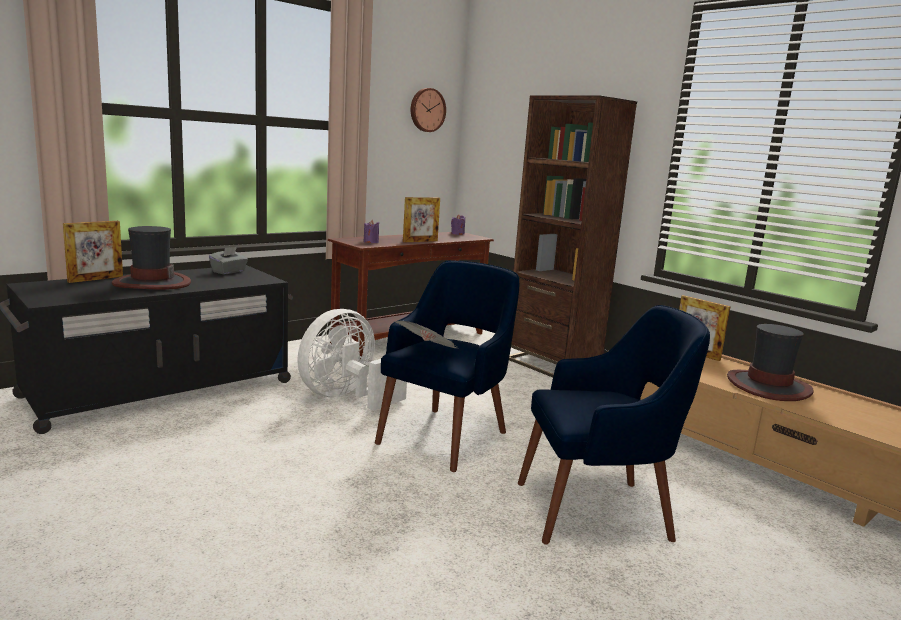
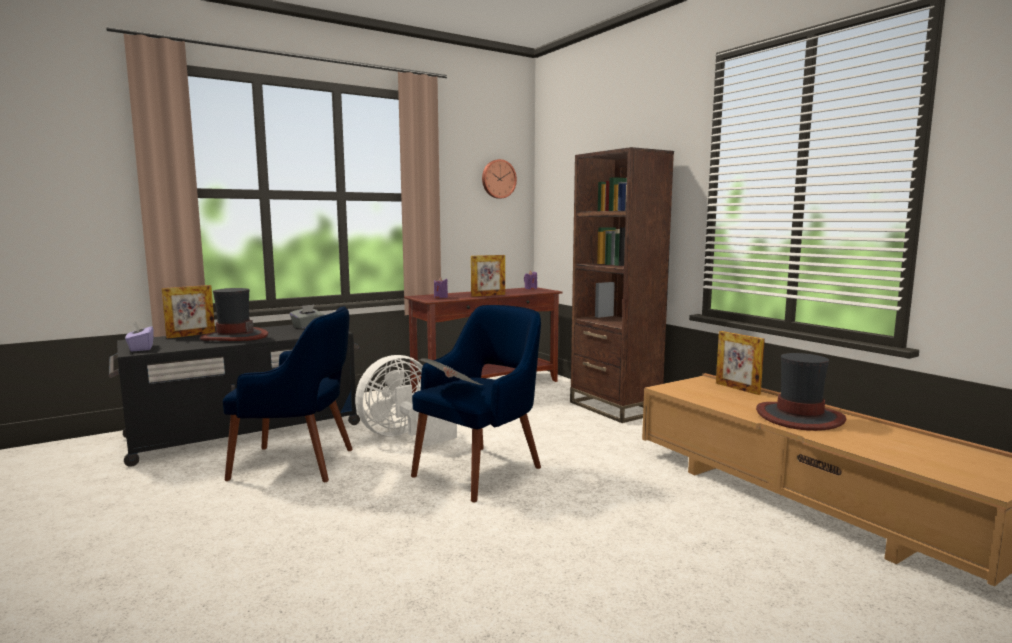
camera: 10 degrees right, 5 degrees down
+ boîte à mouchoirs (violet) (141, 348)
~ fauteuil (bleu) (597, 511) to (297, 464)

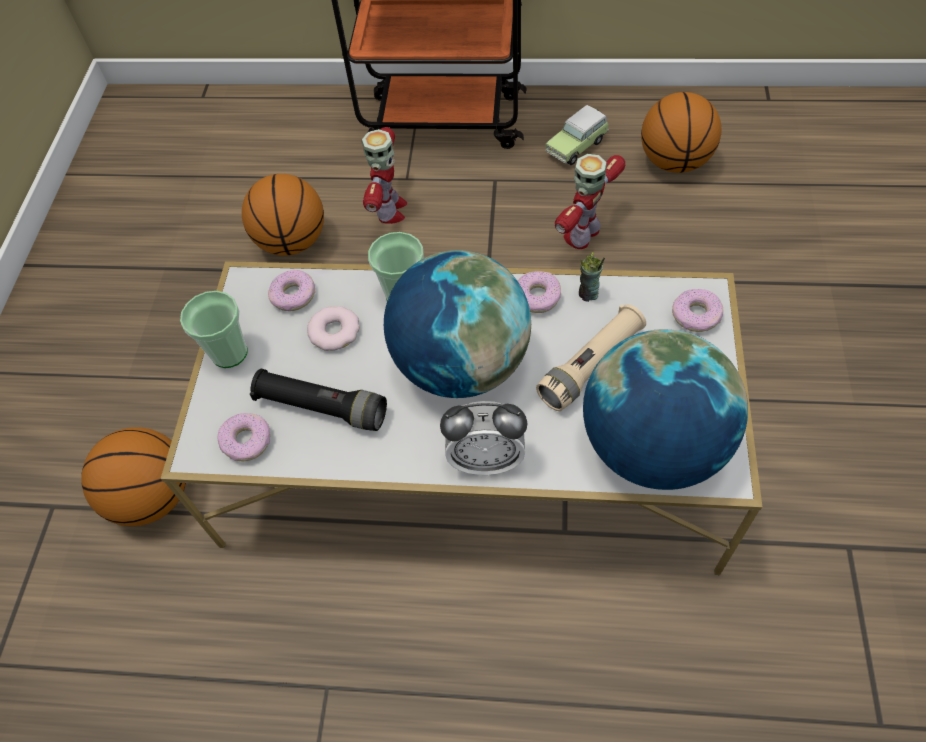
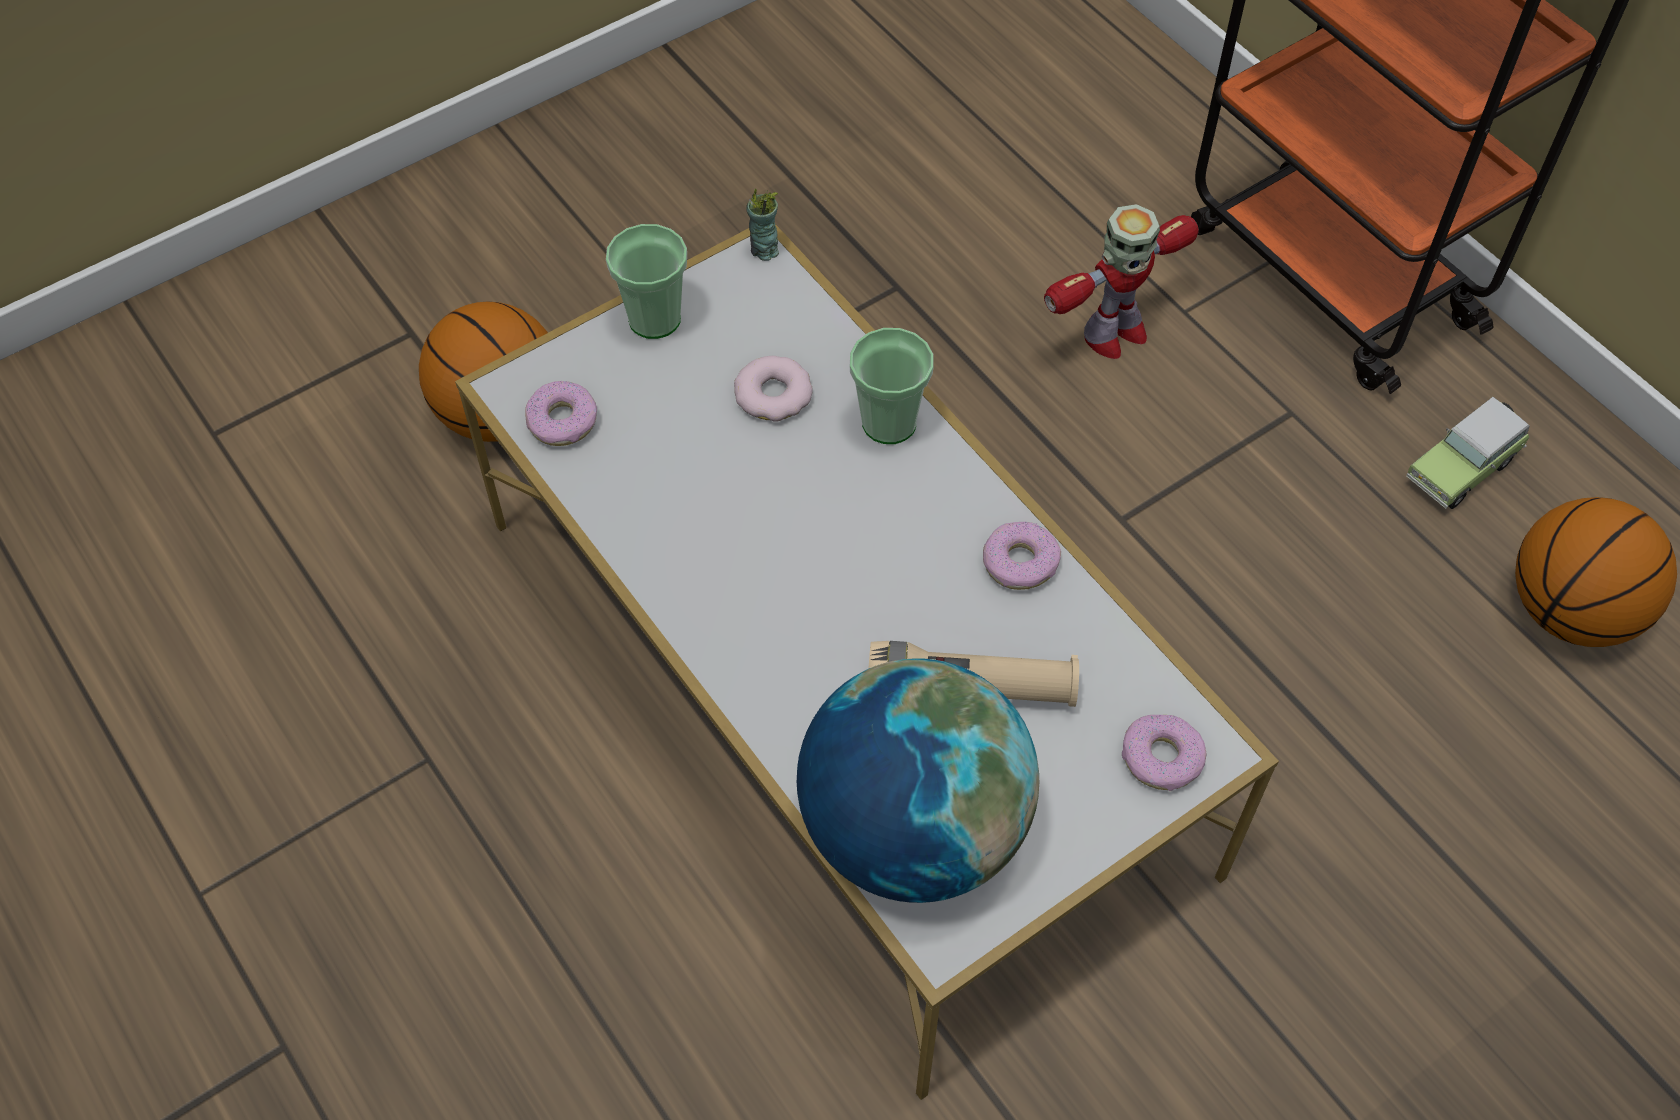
camera: 45 degrees right, 0 degrees up
~ tasse (588, 294) to (764, 250)
~ petite voiture (577, 146) = (1463, 468) 45 degrees counterclockwise
- ballon de basket (292, 241)
- lampe de poche (noir) (322, 407)
- beignet (294, 295)
- globe (461, 364)
- réveil (486, 459)
- robot jouet (583, 234)

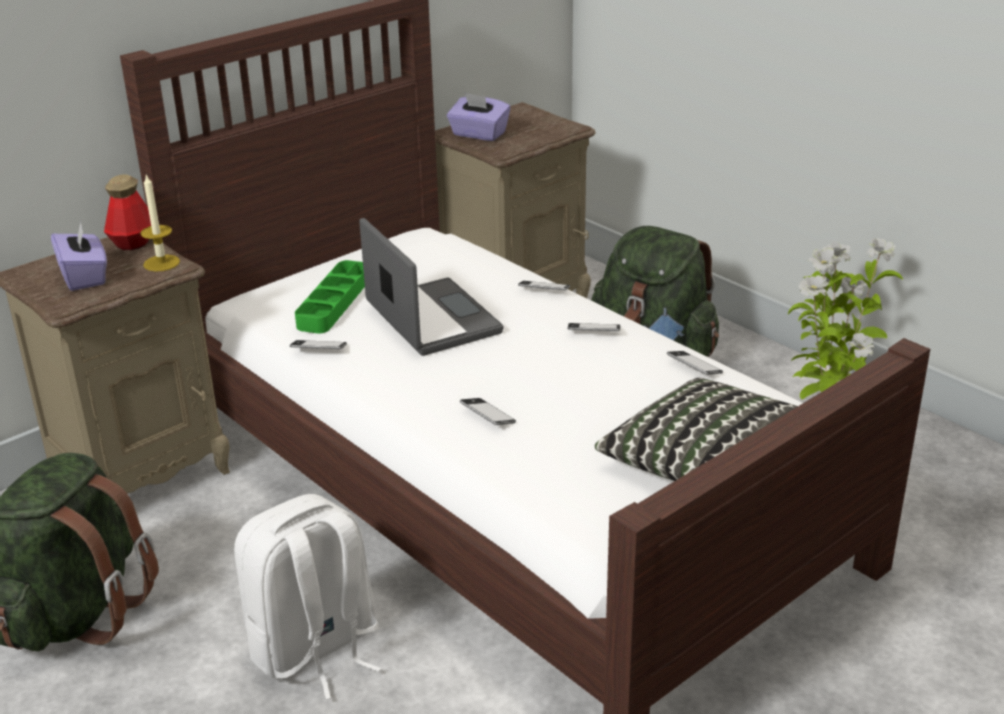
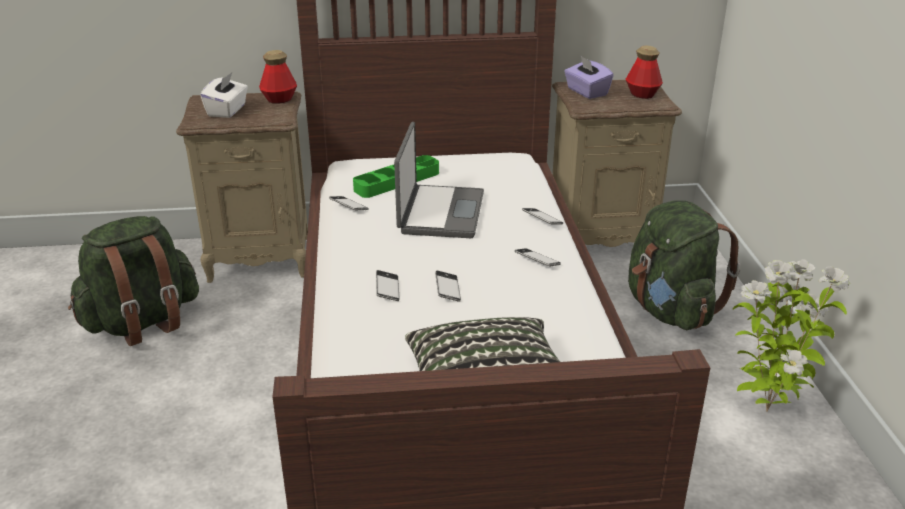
camera: 35 degrees right, 0 degrees up
~ boîte à mouchoirs (violet) (84, 277) to boîte à mouchoirs (blanc) (227, 110)
~ téléphone (694, 367) to (447, 289)
+ bouteille (642, 94)
- bougie (161, 263)
- sac à dos (blanc) (315, 650)

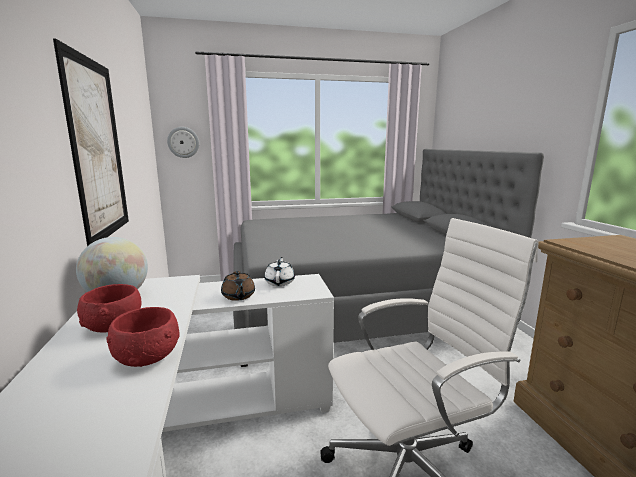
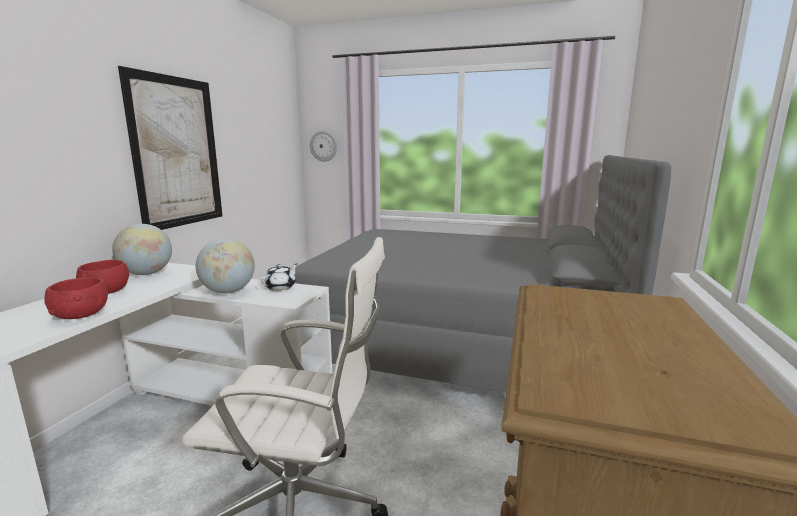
camera: 30 degrees right, 0 degrees up
~ théière (marron) (238, 296) to globe (228, 291)

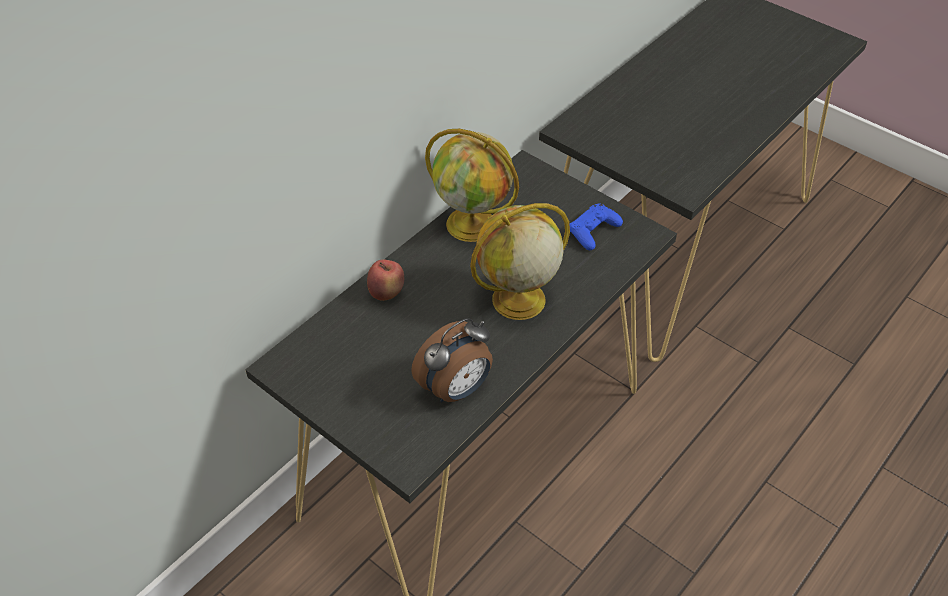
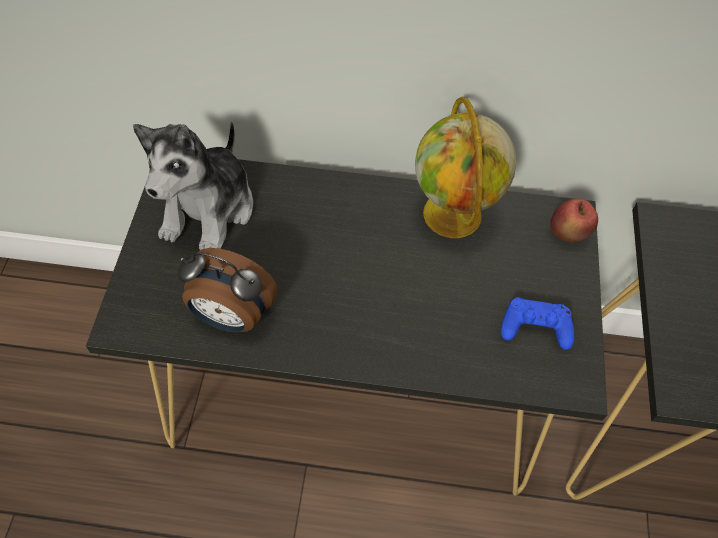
camera: 55 degrees right, 10 degrees up
+ peluche (209, 210)
~ pomme (386, 293) to (567, 234)
- globe (517, 300)

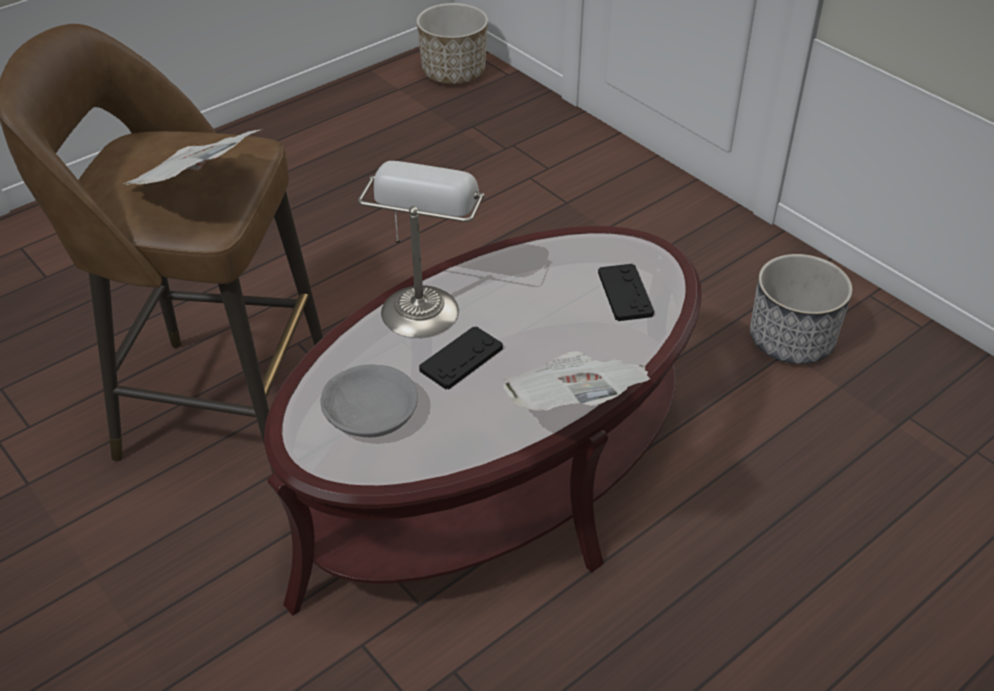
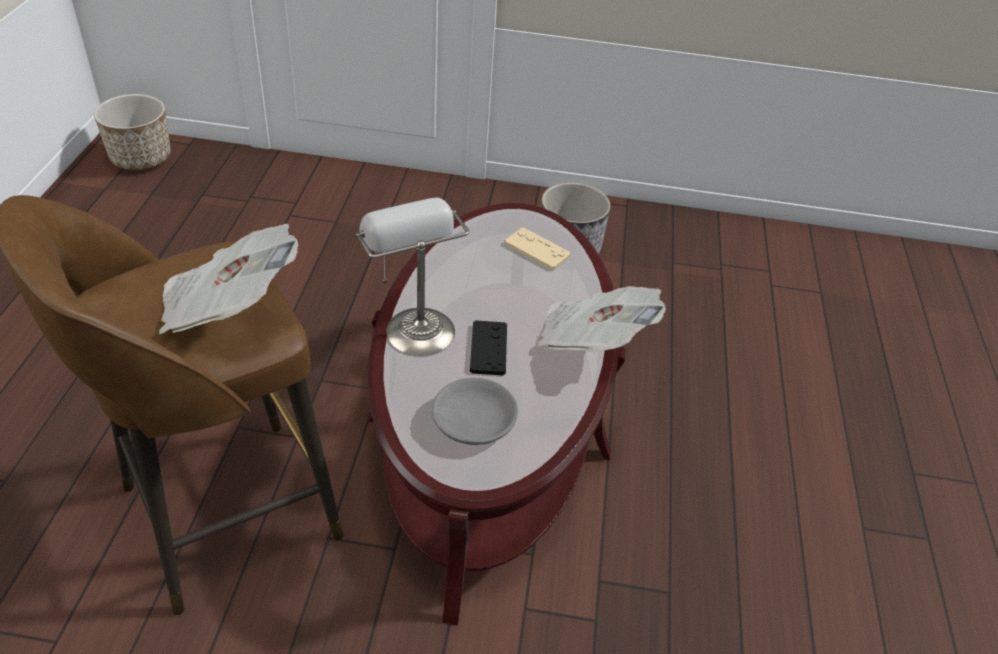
camera: 45 degrees left, 0 degrees up
~ manette (noir) (625, 293) to manette (beige) (537, 250)

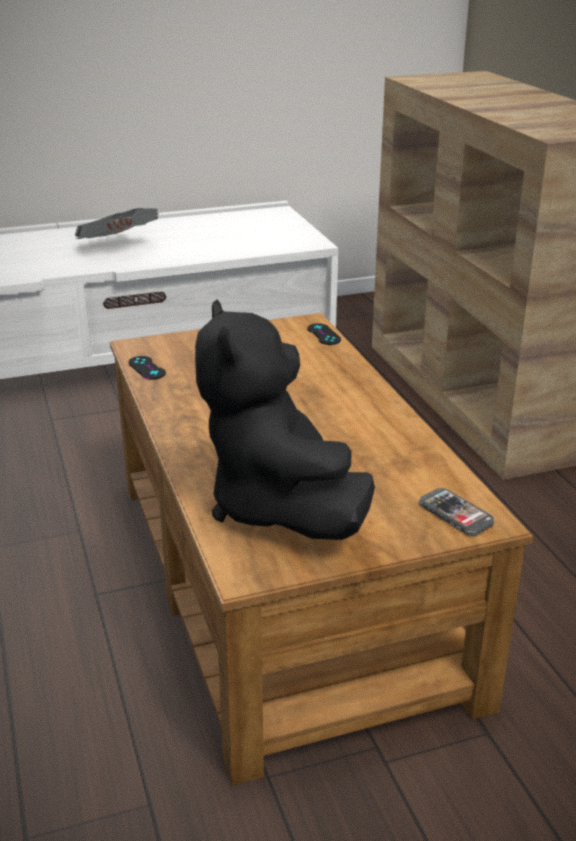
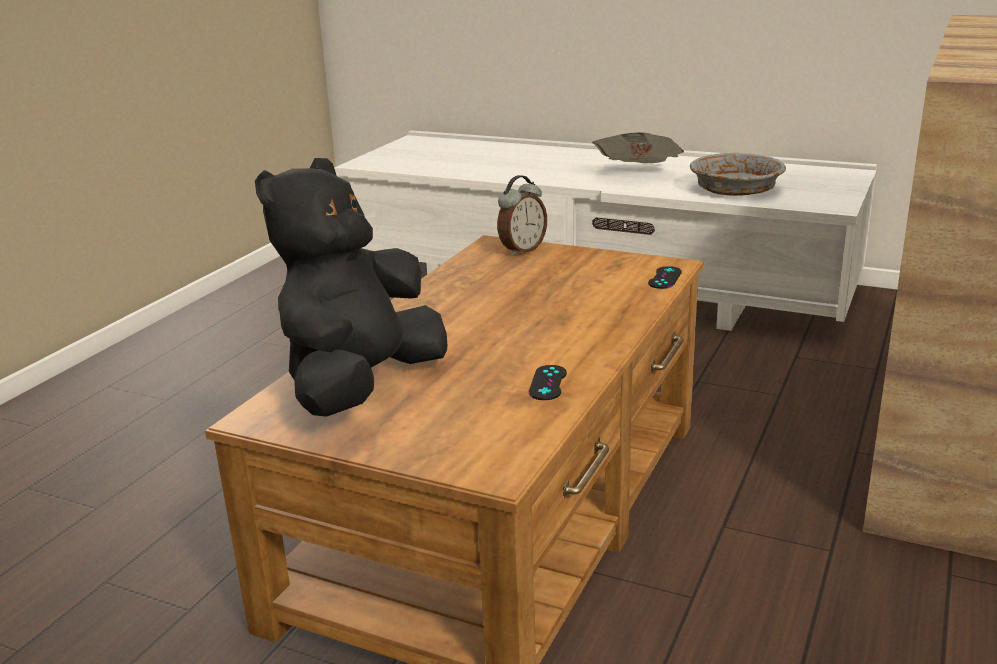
camera: 45 degrees right, 5 degrees down
+ réveil (521, 250)
~ manette (noir) (147, 368) to (548, 383)
+ bol (gris) (735, 189)
- téléphone (455, 514)

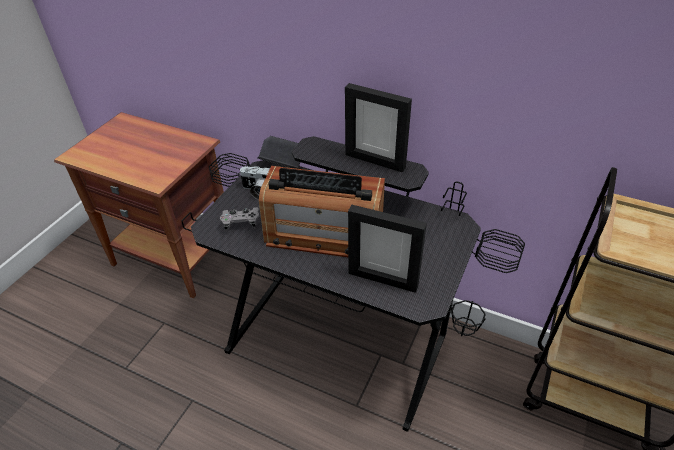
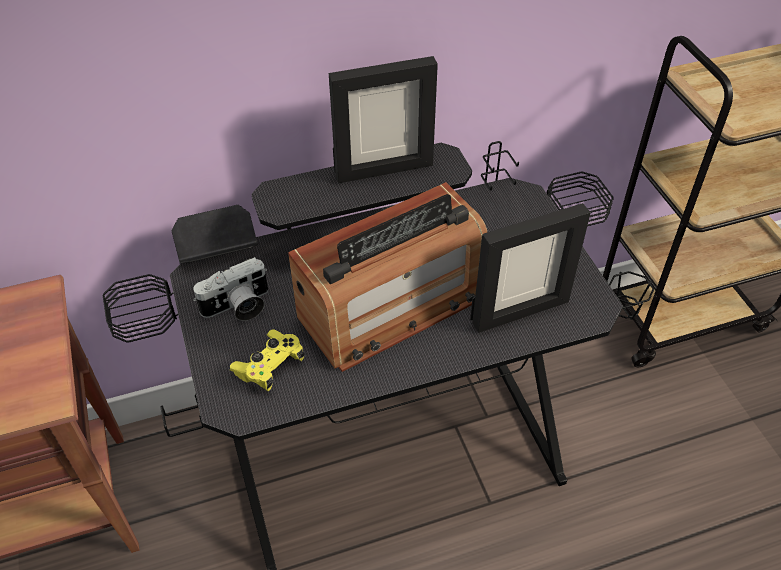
camera: 45 degrees left, 5 degrees up
~ manette (gris) (241, 223) to manette (jaune) (270, 367)

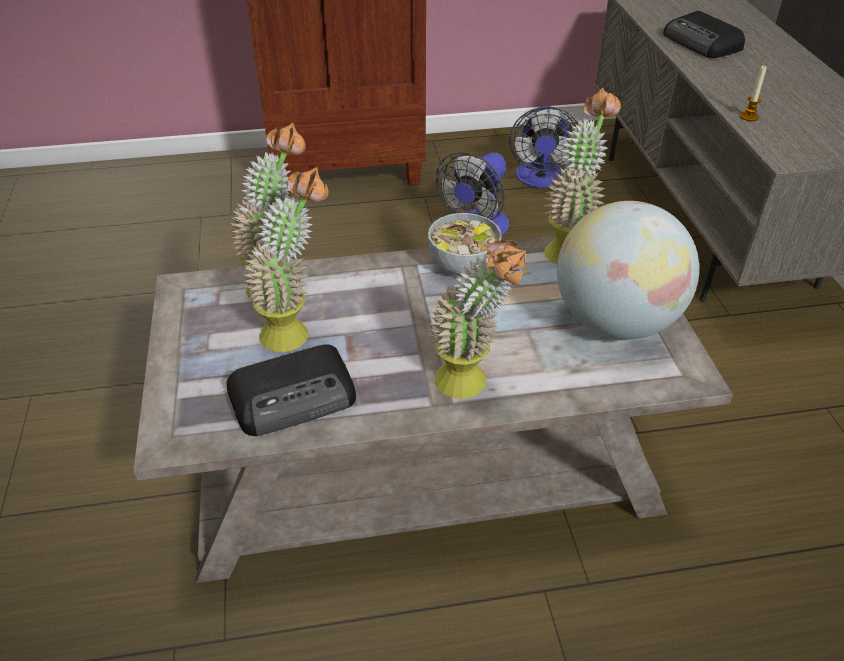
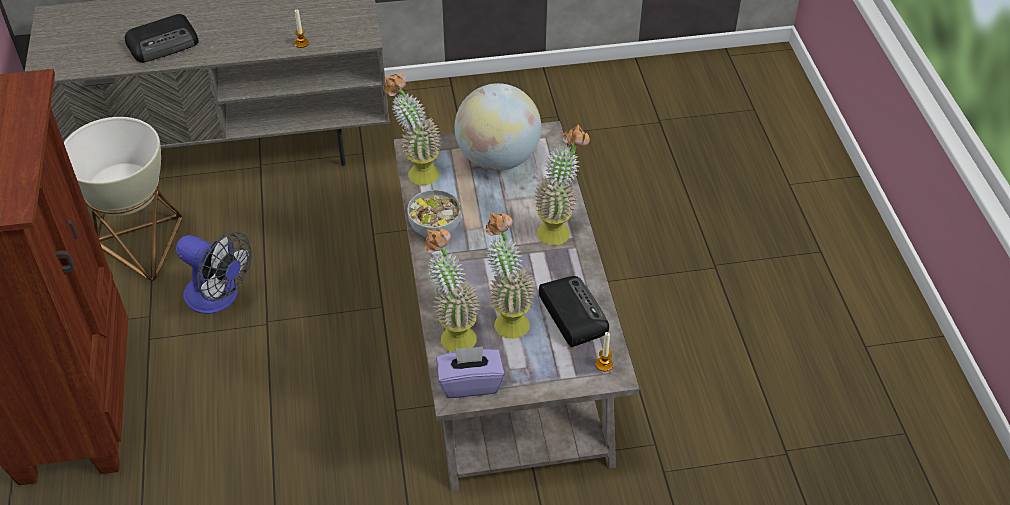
camera: 90 degrees left, 5 degrees up
~ ventilateur (540, 179) to cache-pot (141, 245)
+ boîte à mouchoirs (violet) (470, 383)
+ bougie (604, 364)

